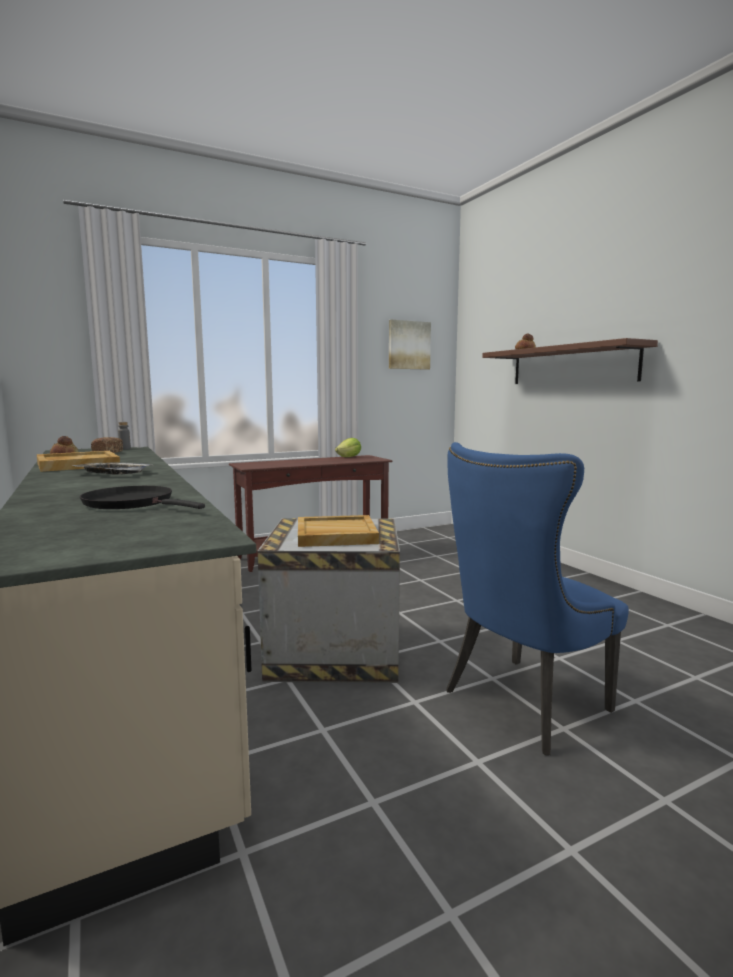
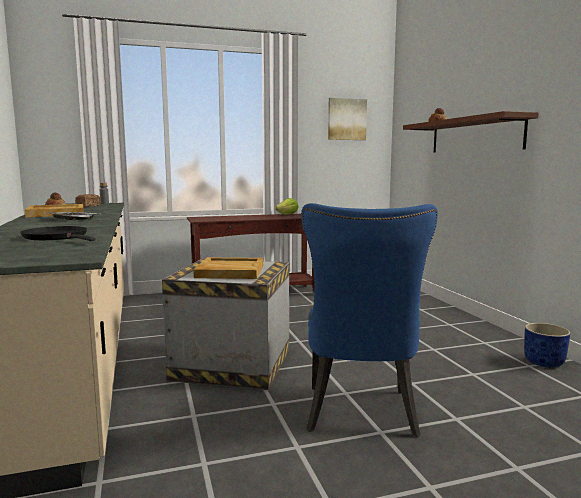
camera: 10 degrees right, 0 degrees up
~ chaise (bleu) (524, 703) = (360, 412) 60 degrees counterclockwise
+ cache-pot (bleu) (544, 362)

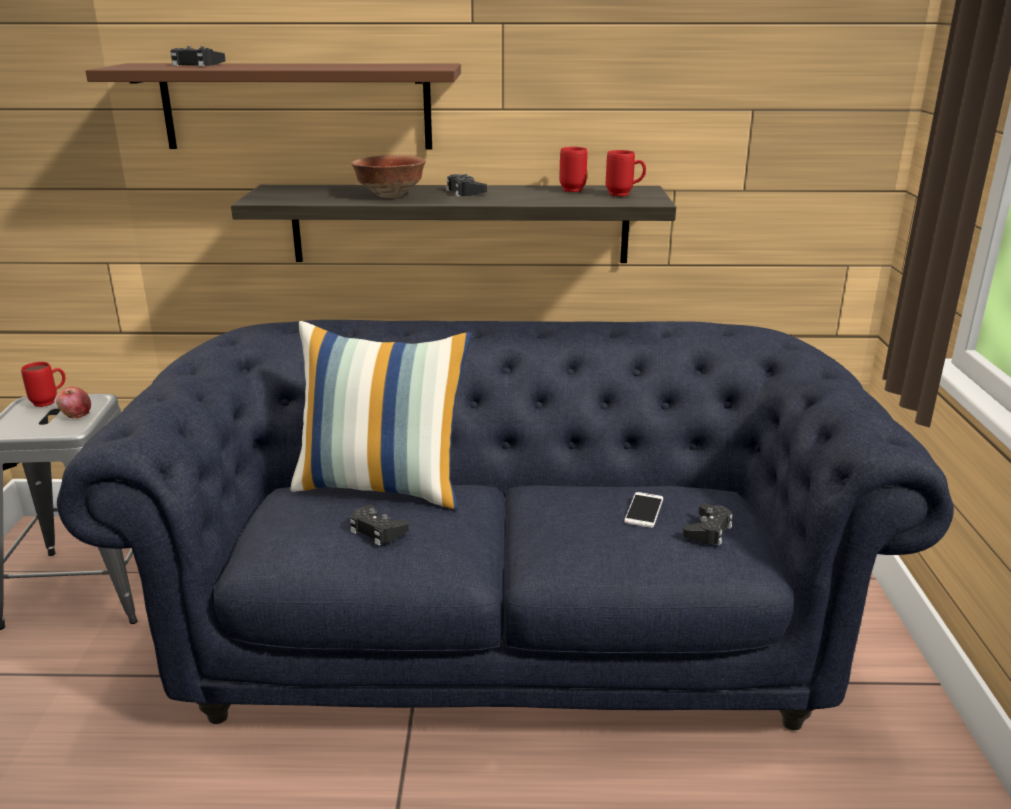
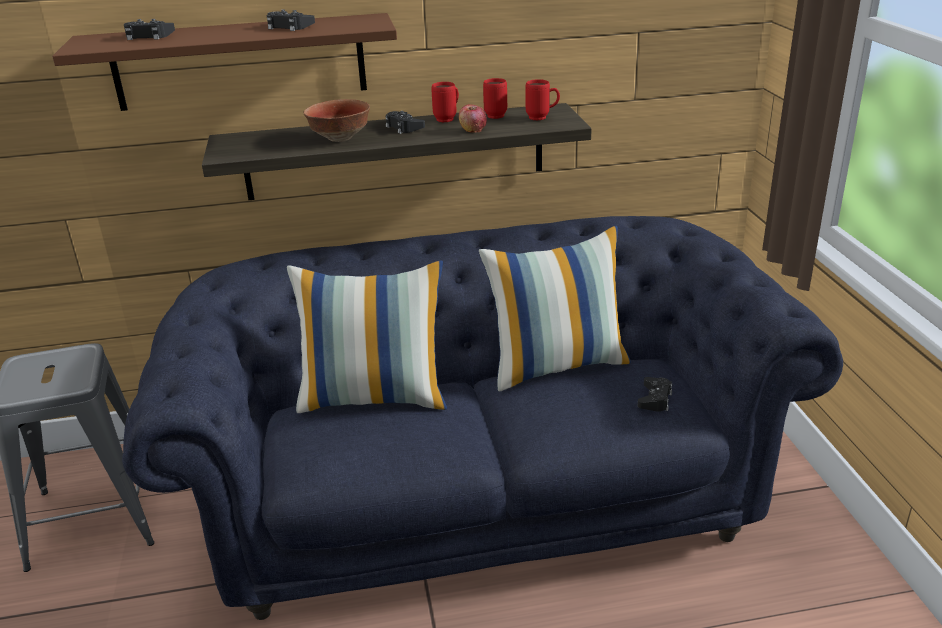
camera: 10 degrees left, 5 degrees up
~ manette (noir) (377, 530) to (289, 27)
~ mug (rouge) (50, 402) to (448, 119)
~ pomme (76, 414) to (472, 130)
+ coussin (557, 365)
- téléphone (644, 510)

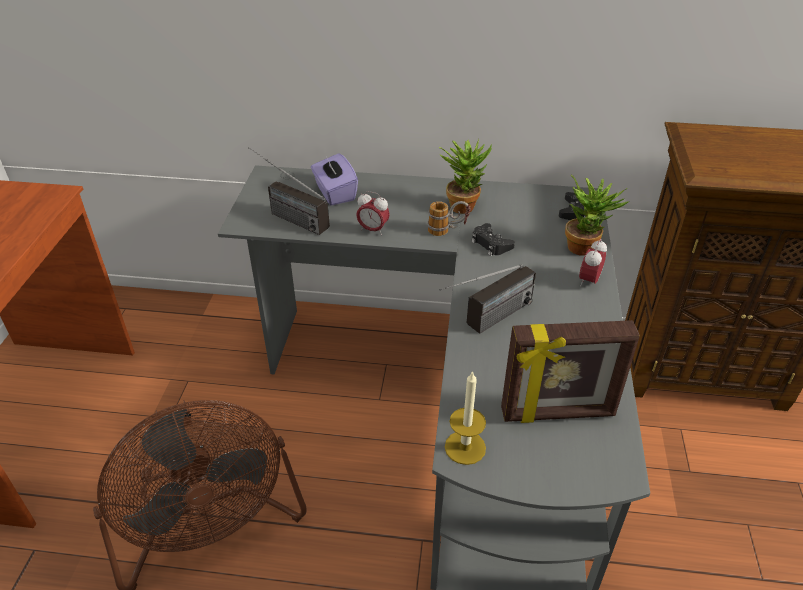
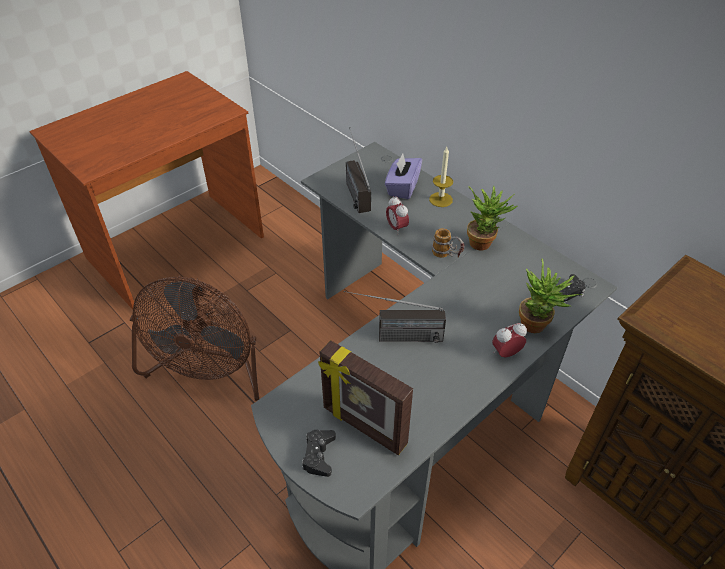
camera: 40 degrees right, 5 degrees up
~ manette (noir) (490, 244) to (319, 455)
~ bougie (465, 447) to (440, 199)

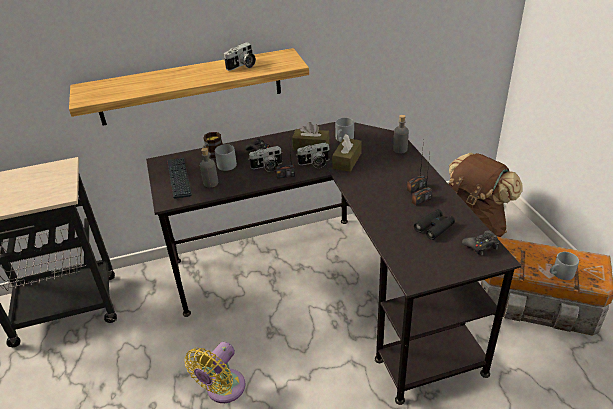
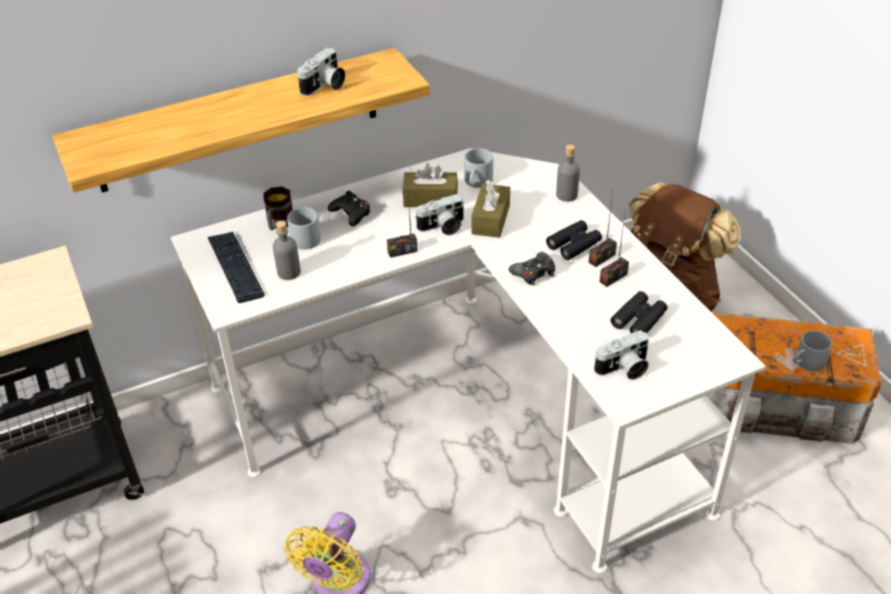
camera: 10 degrees left, 5 degrees up
~ bureau (noir) (330, 284) to bureau (blanc) (468, 404)
~ manette (noir) (481, 246) to (534, 273)
+ jumelles (noir) (574, 244)
~ appareil photo (267, 167) to (624, 369)

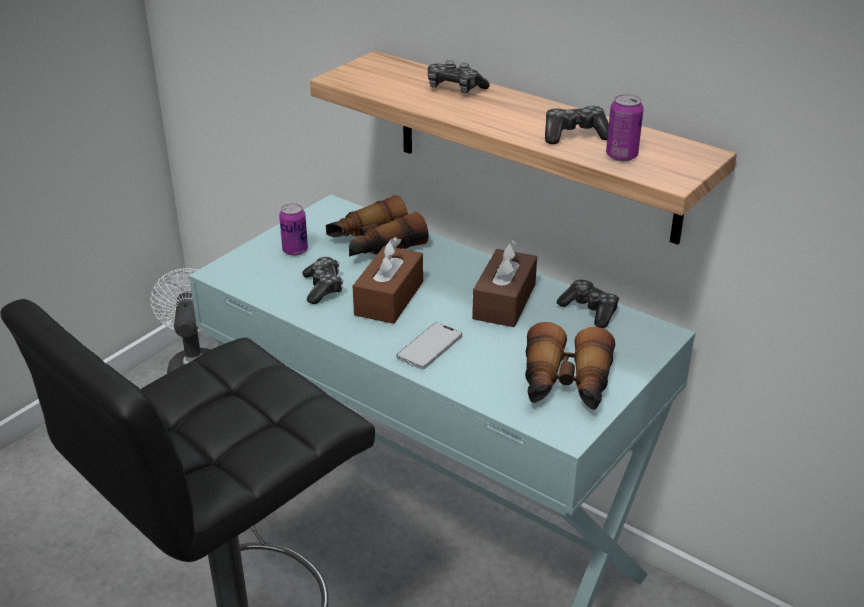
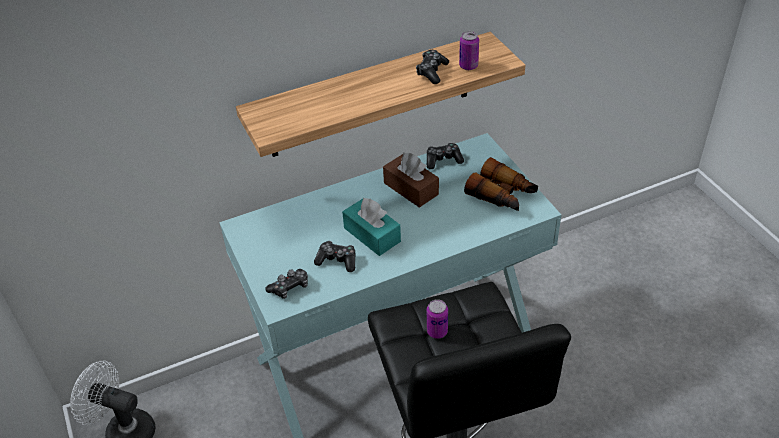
camera: 60 degrees left, 10 degrees up
~ manette (454, 88) to (290, 287)
~ boîte à mouchoirs (marron) (389, 298) to boîte à mouchoirs (turquoise) (372, 235)
~ boîte métallique (295, 250) to (437, 331)
- jumelles (374, 244)
- téléphone (429, 347)

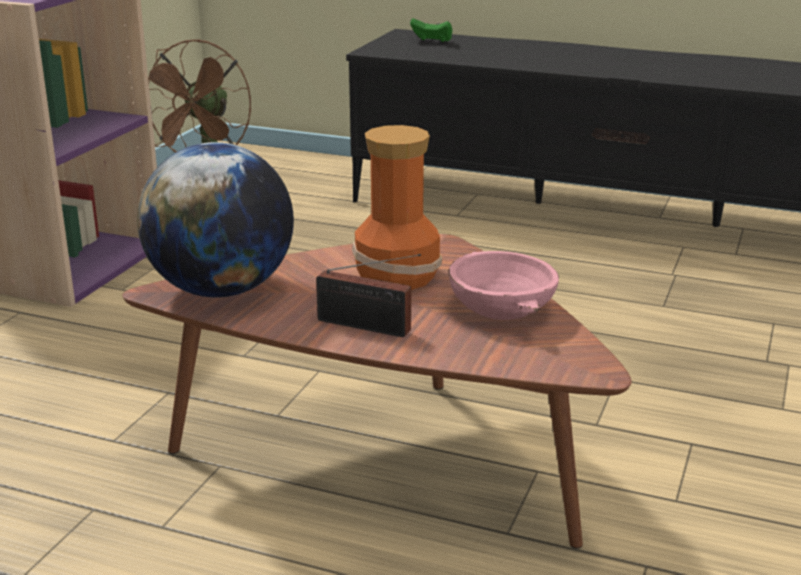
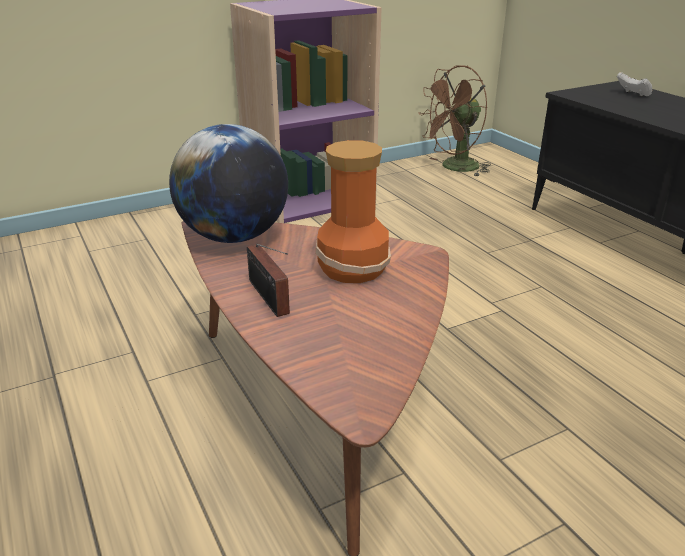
camera: 40 degrees right, 5 degrees up
~ manette (vert) (432, 42) to manette (blanc) (633, 94)
- bol (rose) (500, 308)

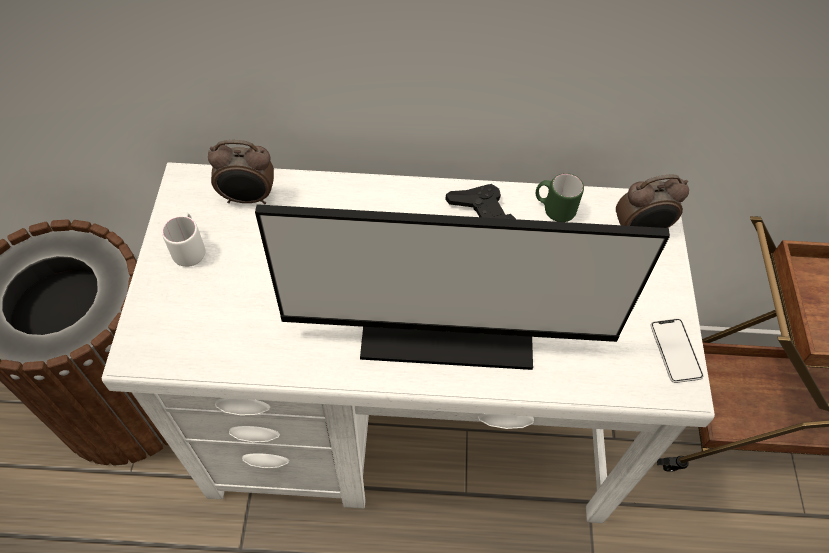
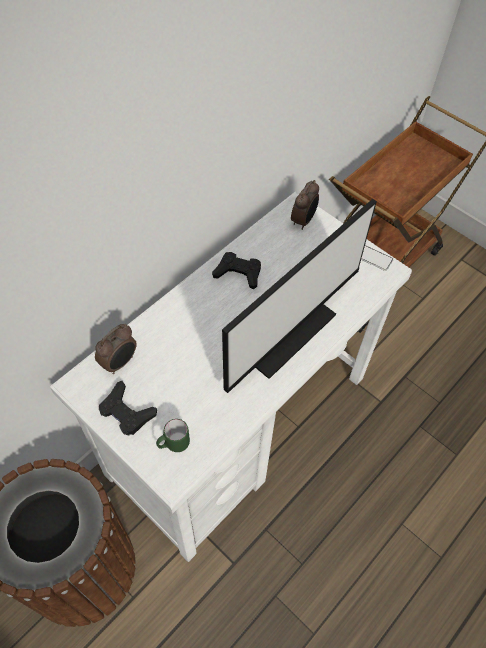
camera: 50 degrees left, 0 degrees up
~ mug (blanc) (190, 249) to manette (noir) (126, 412)
~ mug (vert) (553, 209) to (173, 444)

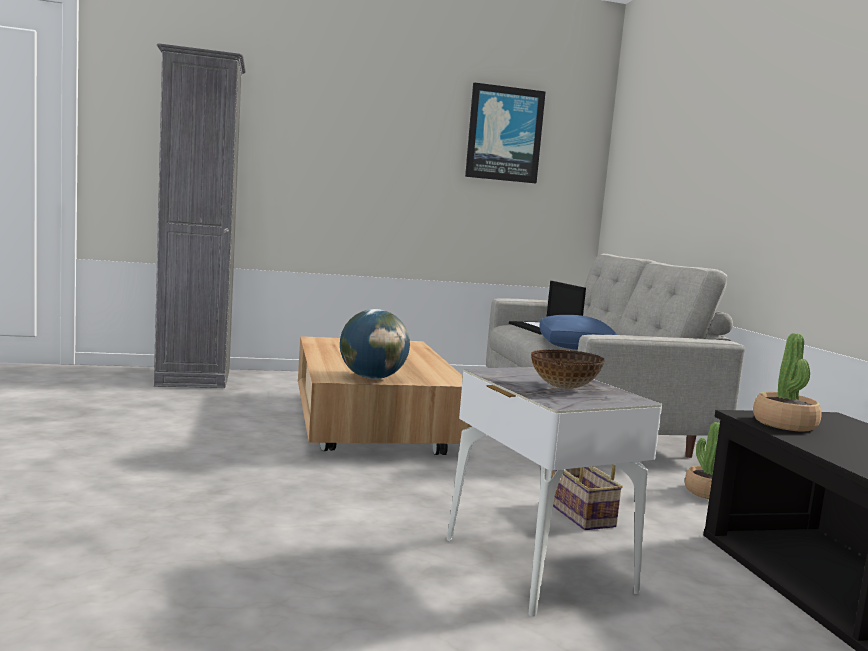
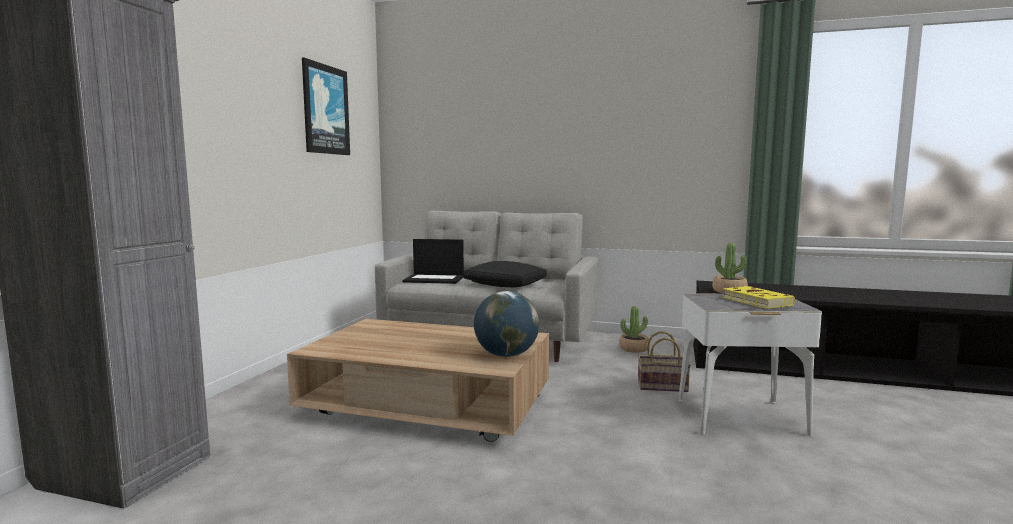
camera: 60 degrees left, 0 degrees up
~ coussin (bleu) (575, 347) to coussin (noir) (505, 285)
~ bol (563, 387) to livre (jaune) (755, 301)

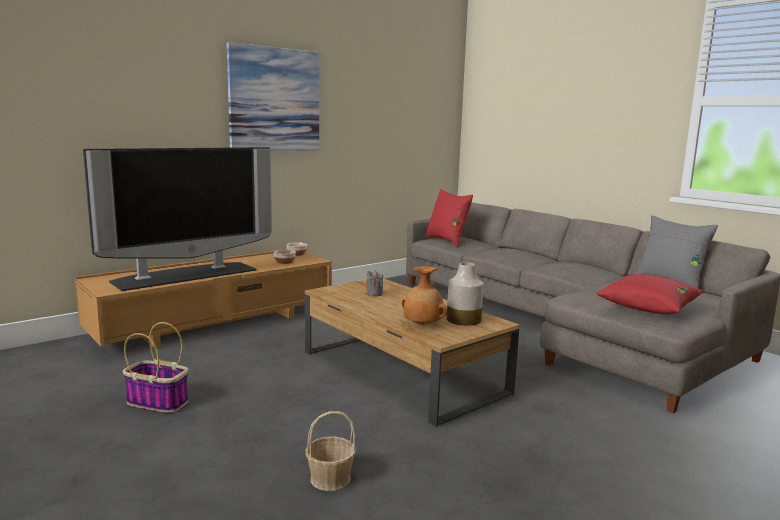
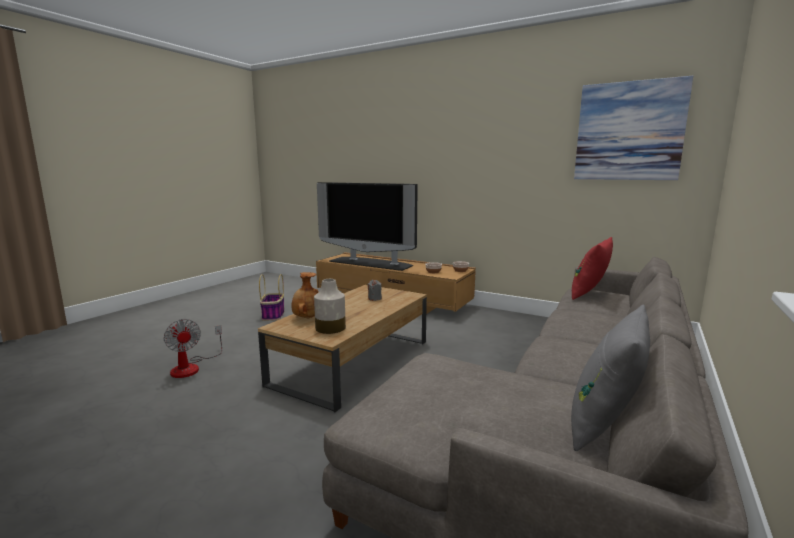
camera: 70 degrees right, 0 degrees up
~ panier (330, 478) to ventilateur (191, 367)
~ tableau (274, 100) to (629, 131)
- coussin (rouge) (648, 308)

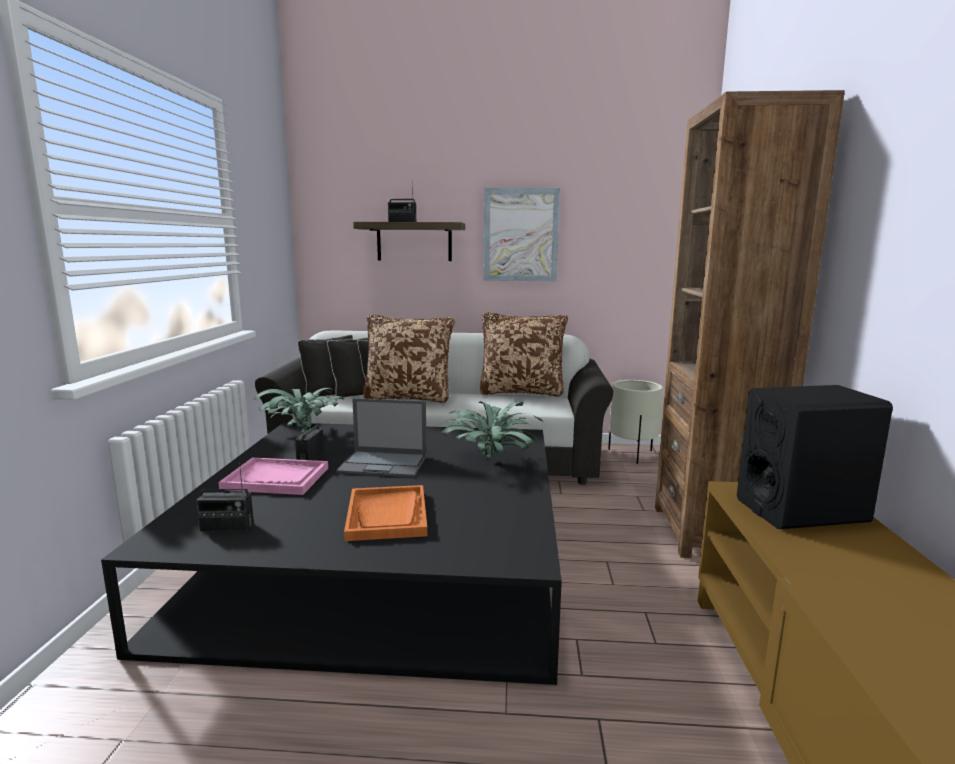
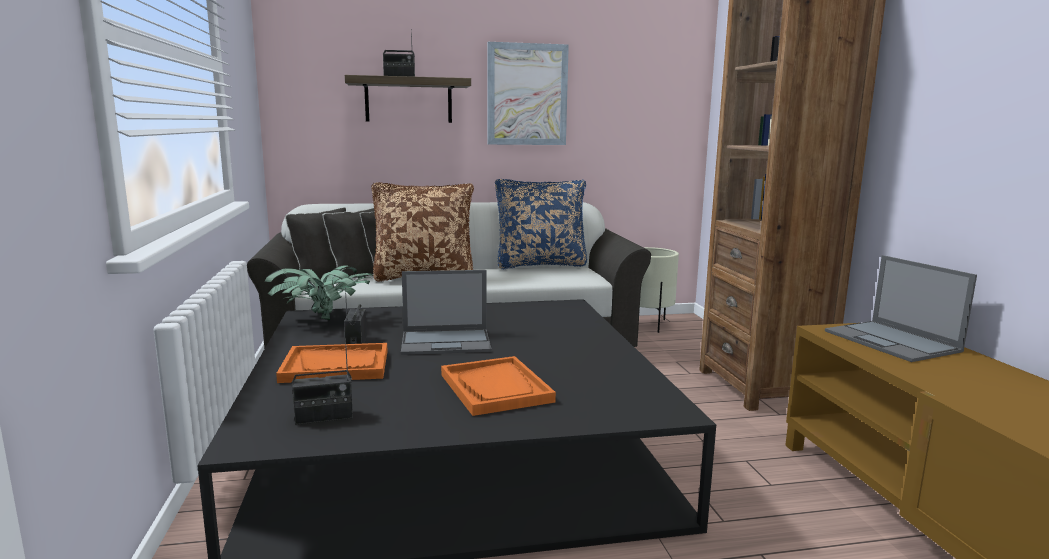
camera: 15 degrees left, 0 degrees up
~ plateau (rose) (276, 478) to plateau (orange) (336, 366)
~ coussin (marron) (522, 394) to coussin (bleu) (541, 266)
~ enceinte (noir) (801, 511) to ordinateur portable (892, 341)
- plante en pot (492, 461)

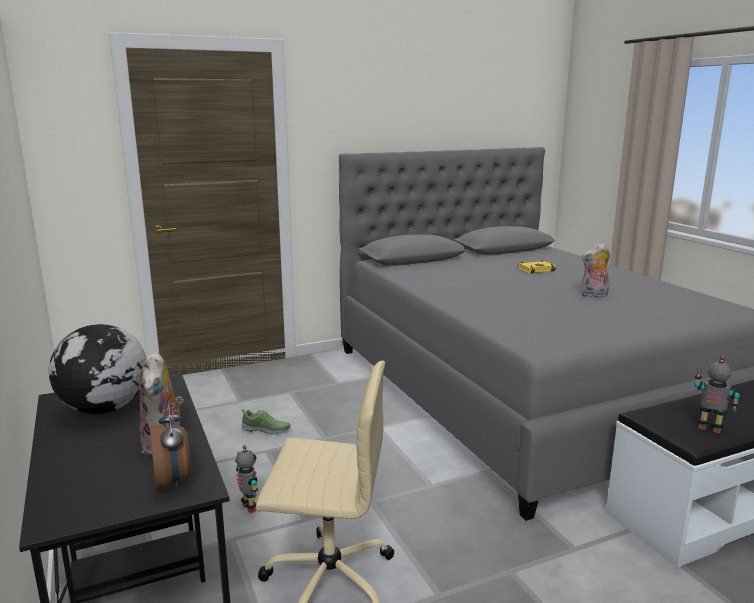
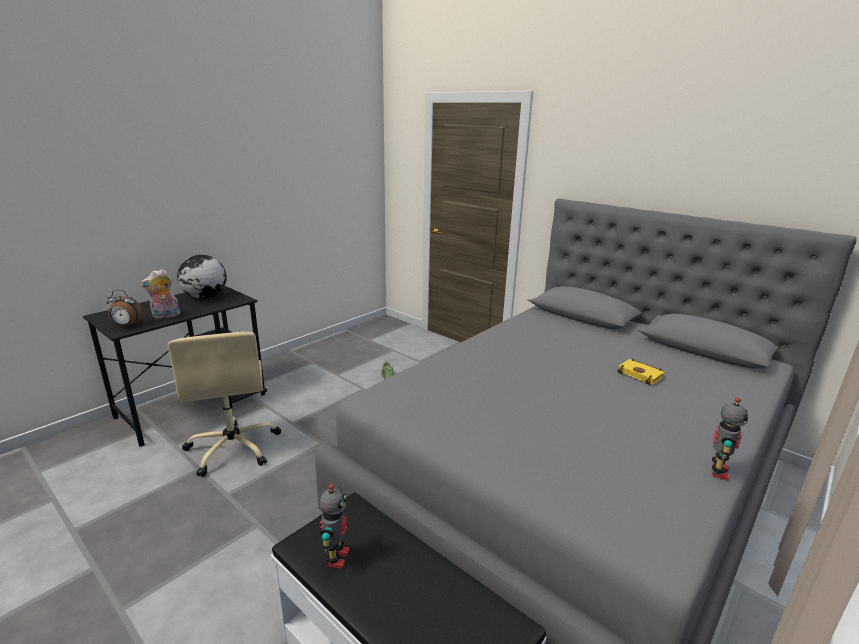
camera: 65 degrees right, 5 degrees up
~ réveil (174, 482) = (127, 326) 45 degrees clockwise
~ robot jouet (249, 507) to (717, 471)
- peluche (594, 295)

